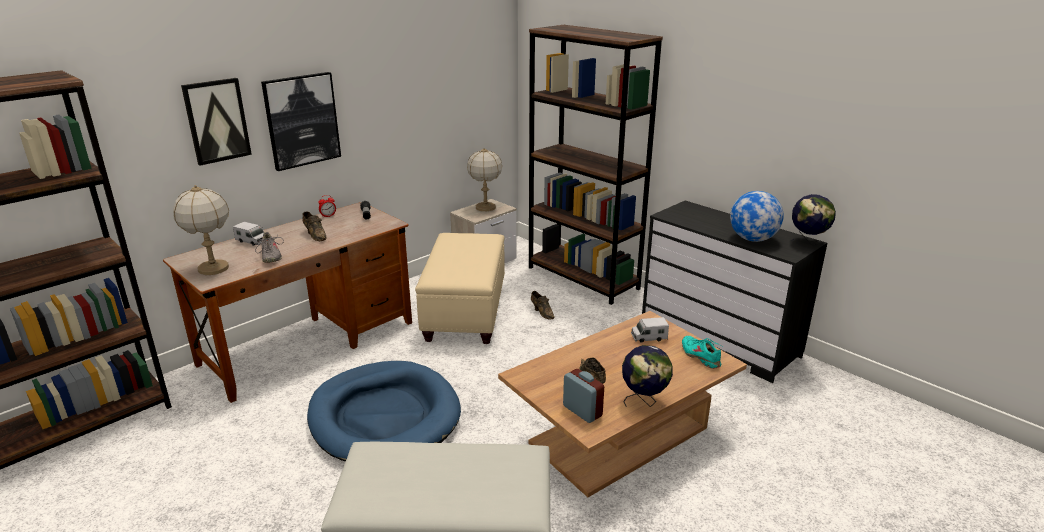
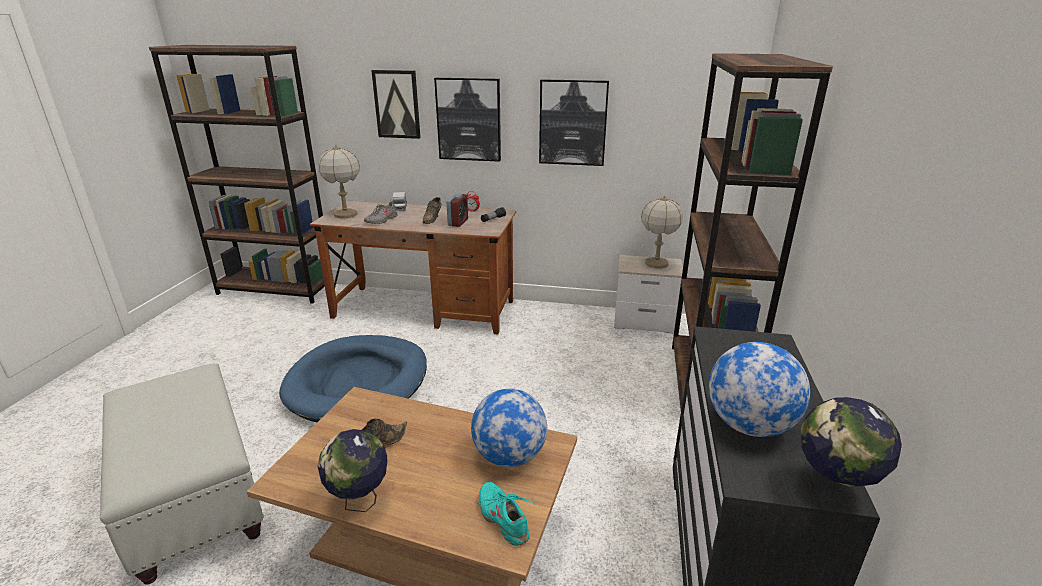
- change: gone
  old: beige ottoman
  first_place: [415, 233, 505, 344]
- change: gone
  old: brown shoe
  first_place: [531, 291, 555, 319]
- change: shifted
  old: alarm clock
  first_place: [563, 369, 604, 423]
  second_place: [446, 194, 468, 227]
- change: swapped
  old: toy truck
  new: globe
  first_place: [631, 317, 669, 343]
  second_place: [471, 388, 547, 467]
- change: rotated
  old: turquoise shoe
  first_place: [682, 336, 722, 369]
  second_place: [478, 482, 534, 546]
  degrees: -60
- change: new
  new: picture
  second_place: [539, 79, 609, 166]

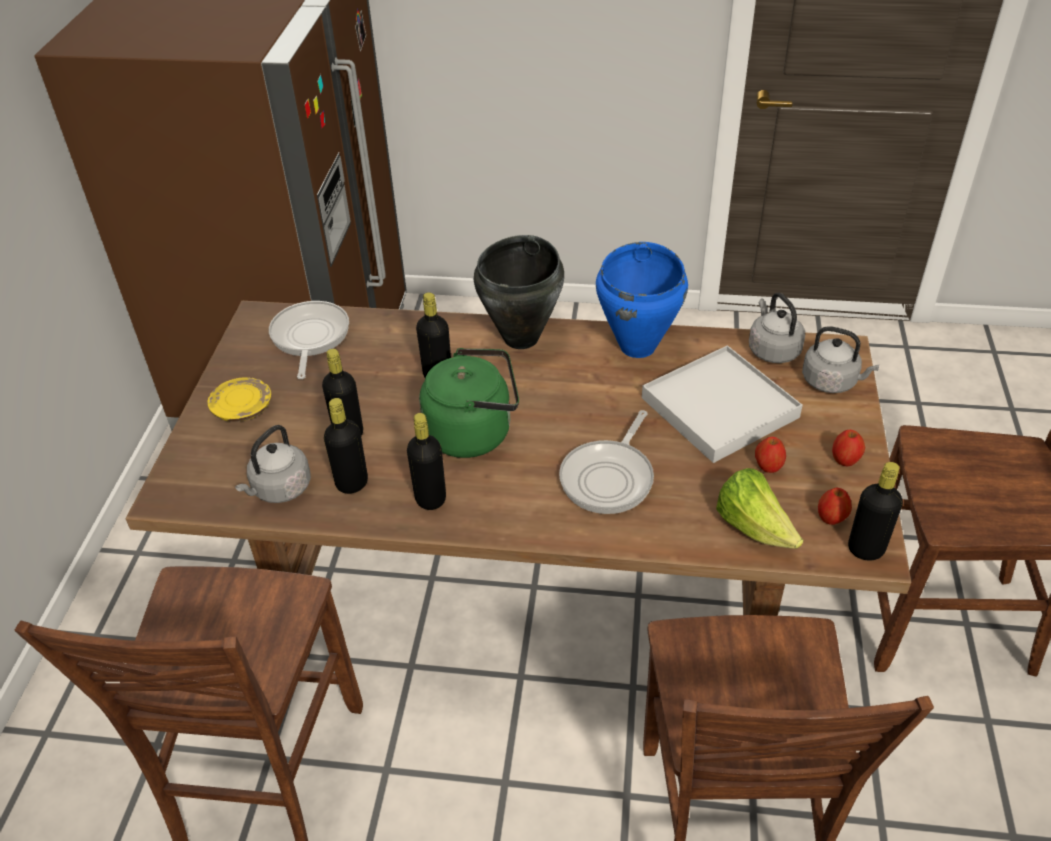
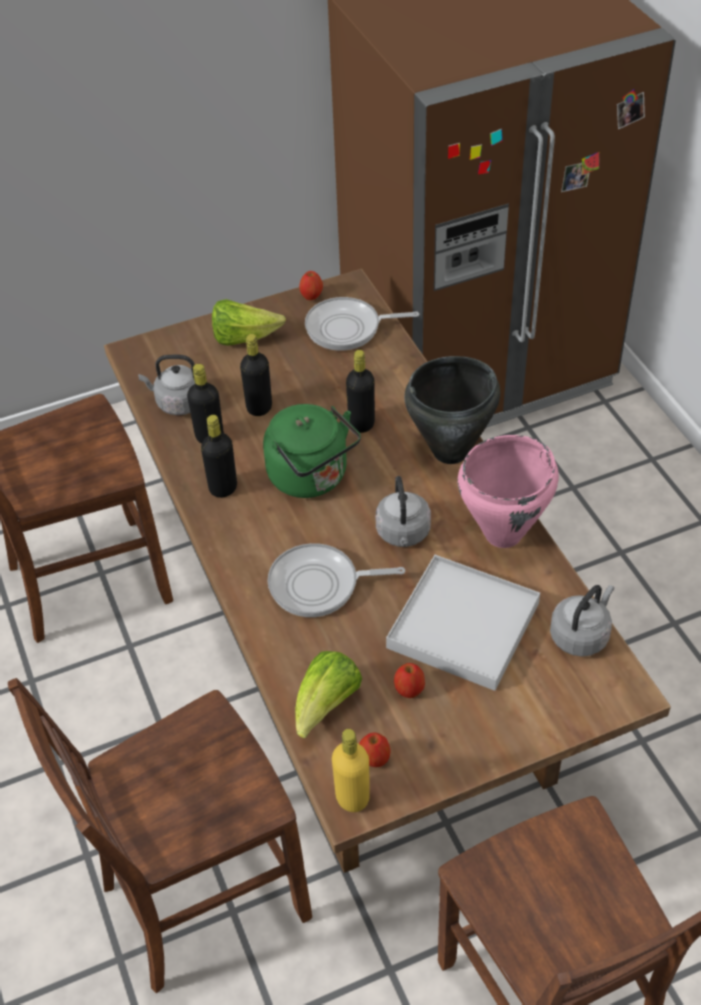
- change: swapped
  old: yellow plate
  new: lettuce
  first_place: [207, 377, 271, 422]
  second_place: [212, 299, 286, 346]
- change: rotated
  old: frying pan
  first_place: [269, 301, 349, 379]
  second_place: [305, 297, 419, 351]
  degrees: -150
- change: repainted
  old: blue cooking pot
  new: pink cooking pot
  first_place: [596, 242, 688, 358]
  second_place: [458, 435, 559, 548]
- change: shifted
  old: grey kettle
  first_place: [802, 326, 879, 393]
  second_place: [376, 476, 431, 547]
- change: shifted
  old: apple
  first_place: [832, 430, 865, 466]
  second_place: [299, 271, 323, 300]
- change: repainted
  old: black bottle
  new: yellow bottle
  first_place: [848, 462, 903, 561]
  second_place: [332, 729, 370, 812]

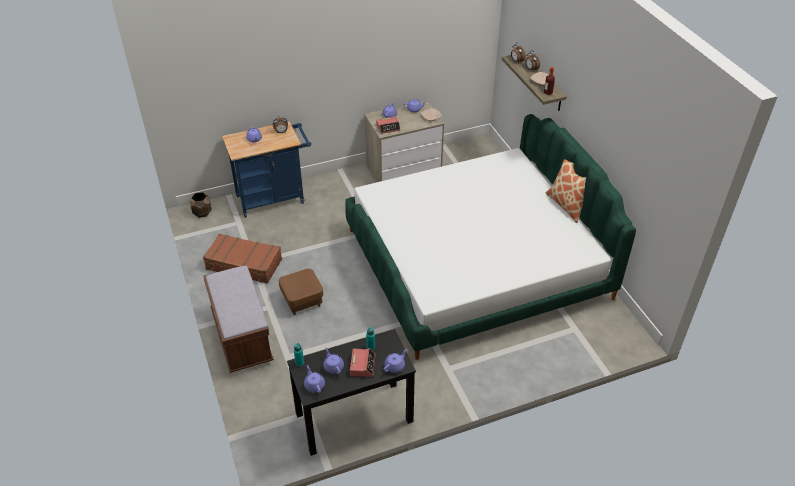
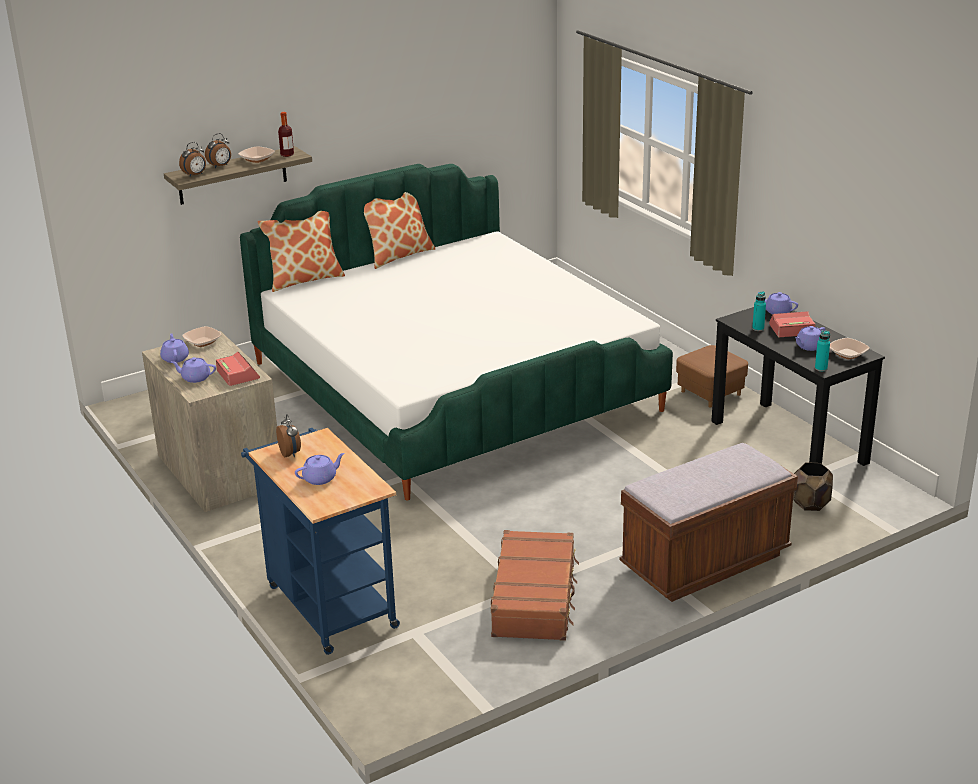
- change: shifted
  old: brown planter
  first_place: [190, 192, 212, 218]
  second_place: [793, 462, 833, 511]
- change: shifted
  old: brown ottoman
  first_place: [279, 269, 323, 315]
  second_place: [676, 345, 748, 407]
- change: swapped
  old: purple teapot
  new: bowl
  first_place: [304, 365, 325, 393]
  second_place: [830, 338, 870, 359]
- change: new
  new: pillow
  second_place: [258, 211, 345, 292]

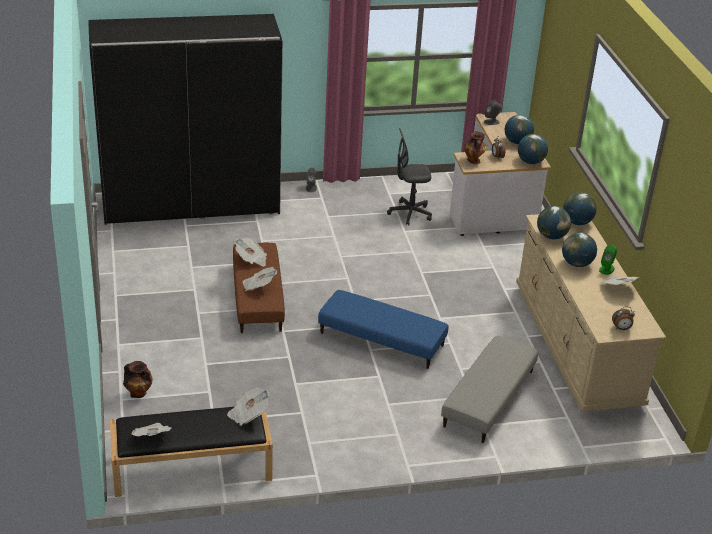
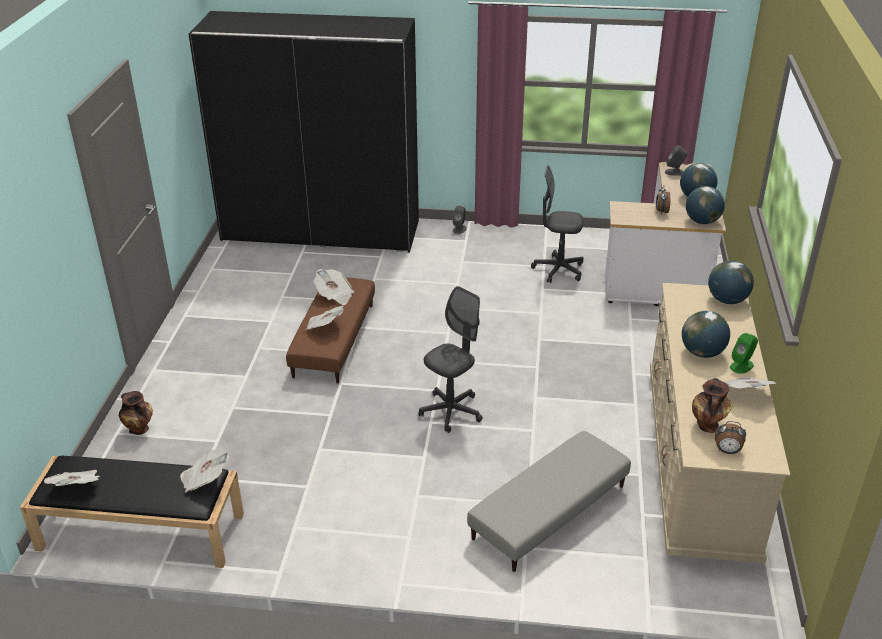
- change: swapped
  old: blue ottoman
  new: grey office chair
  first_place: [318, 290, 449, 369]
  second_place: [419, 286, 483, 433]
- change: shifted
  old: vase
  first_place: [464, 131, 487, 164]
  second_place: [692, 378, 732, 433]
- change: gone
  old: globe
  first_place: [537, 206, 571, 239]

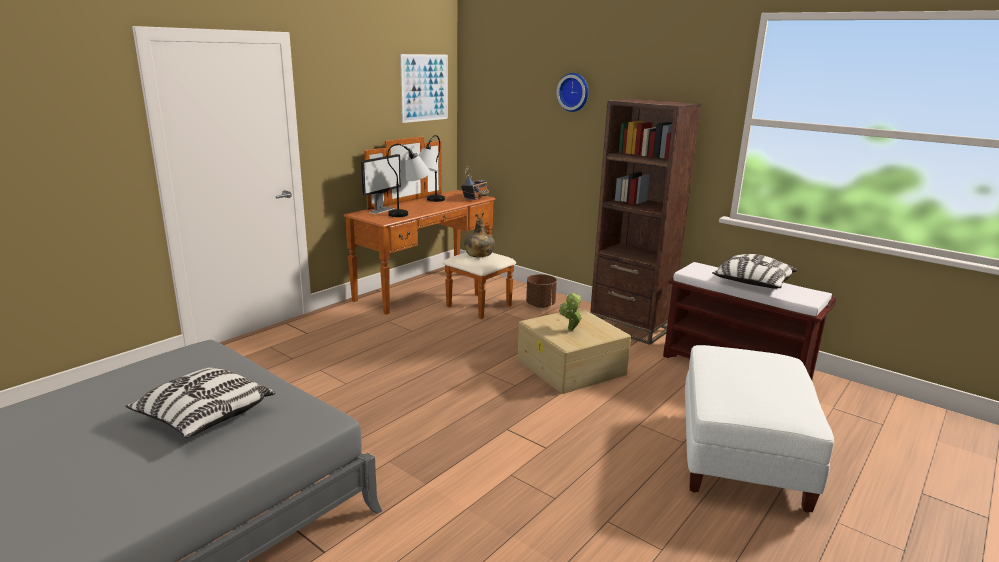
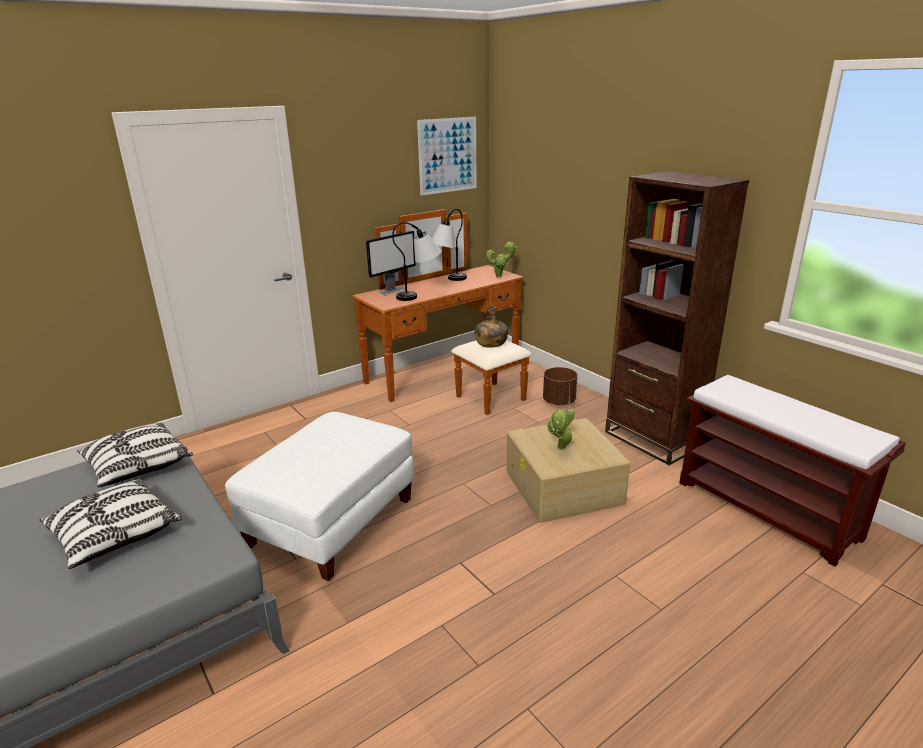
- change: swapped
  old: radio
  new: potted plant
  first_place: [461, 166, 489, 200]
  second_place: [486, 241, 517, 278]
- change: gone
  old: wall clock
  first_place: [557, 73, 589, 112]
- change: shifted
  old: white ottoman
  first_place: [685, 345, 834, 513]
  second_place: [225, 412, 414, 581]
- change: shifted
  old: pillow
  first_place: [712, 254, 797, 289]
  second_place: [77, 423, 193, 487]

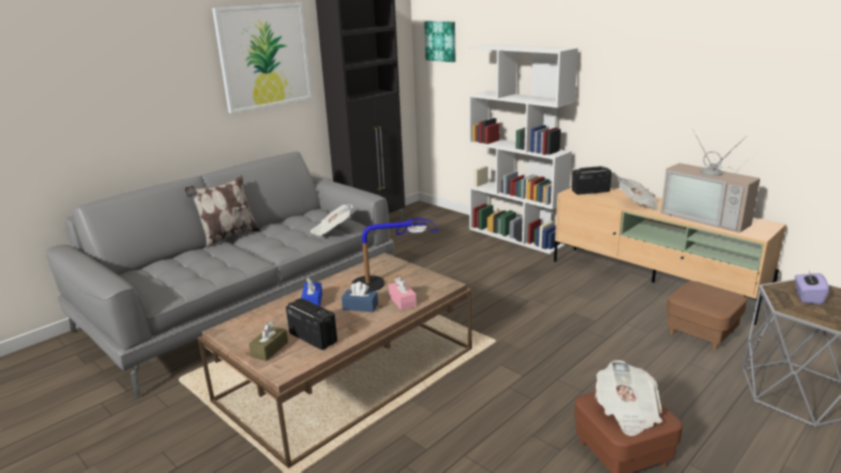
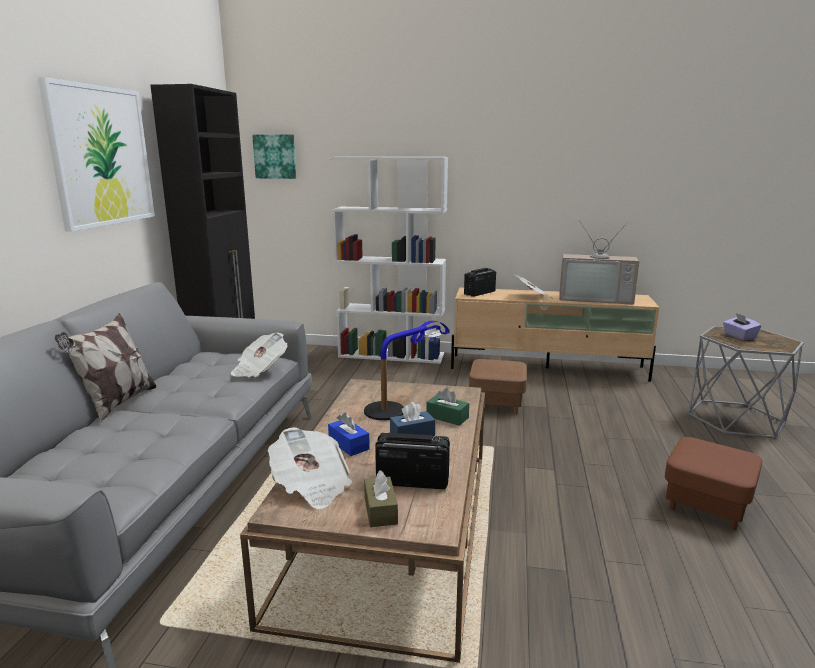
- change: repainted
  old: pink tissue box
  new: green tissue box
  first_place: [389, 277, 417, 310]
  second_place: [426, 388, 469, 426]
- change: shifted
  old: newspaper
  first_place: [595, 360, 662, 436]
  second_place: [268, 427, 352, 509]
- change: shifted
  old: brown ottoman
  first_place: [666, 281, 747, 350]
  second_place: [469, 359, 527, 414]

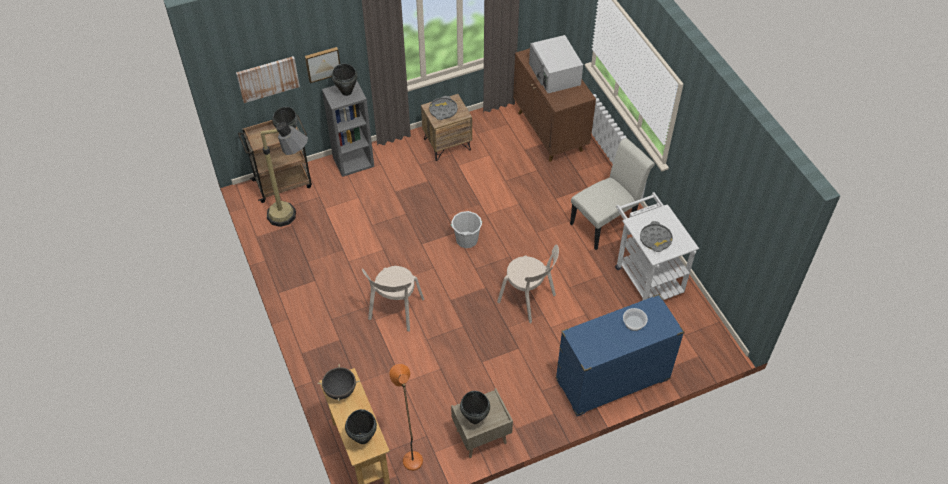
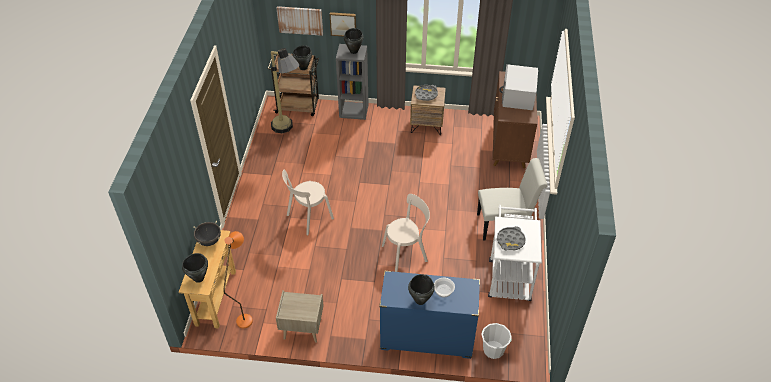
- change: shifted
  old: white bucket
  first_place: [451, 211, 482, 248]
  second_place: [481, 323, 512, 359]
- change: shifted
  old: black cooking pot
  first_place: [460, 391, 490, 424]
  second_place: [408, 274, 435, 305]
- change: rotated
  old: beige chair
  first_place: [497, 244, 559, 323]
  second_place: [382, 194, 430, 272]
  degrees: -90

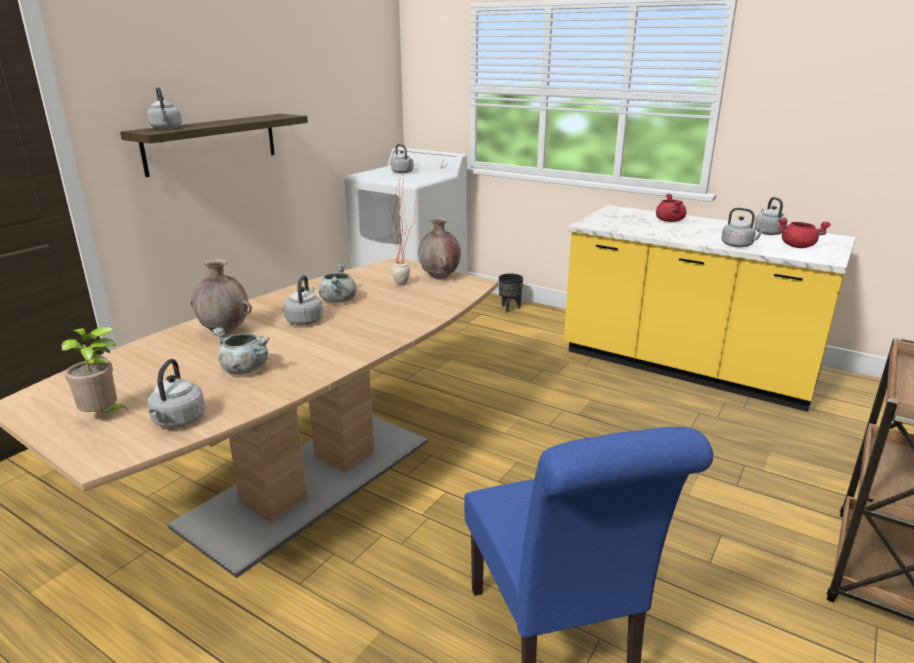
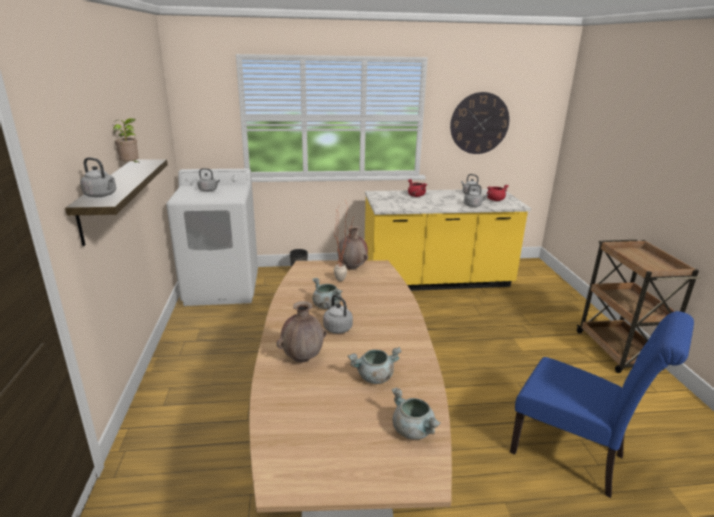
- change: shifted
  old: potted plant
  first_place: [61, 327, 130, 412]
  second_place: [113, 118, 141, 164]
- change: swapped
  old: grey kettle
  new: grey cooking pot
  first_place: [148, 359, 205, 428]
  second_place: [392, 388, 441, 440]
- change: new
  new: wall clock
  second_place: [450, 92, 509, 154]

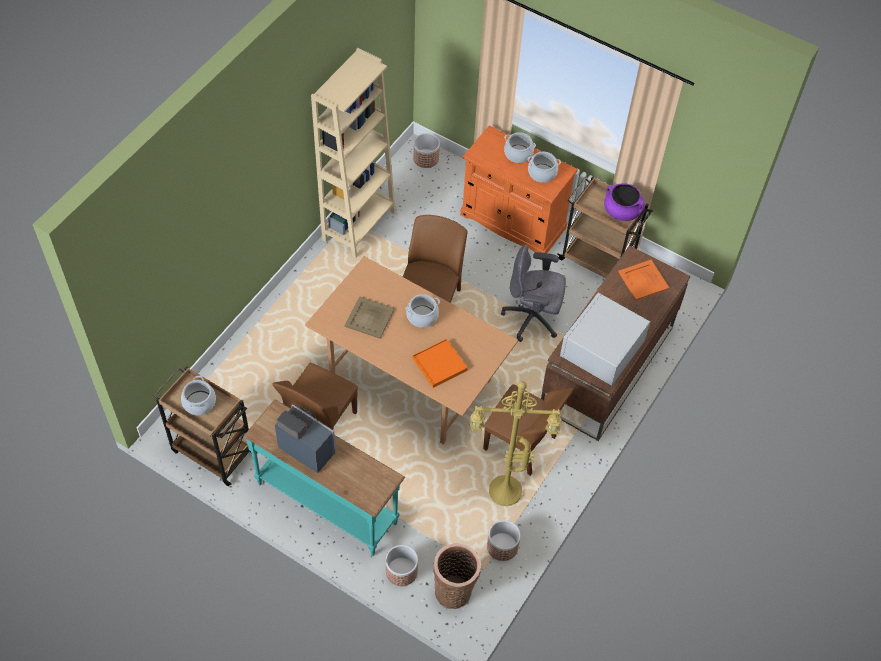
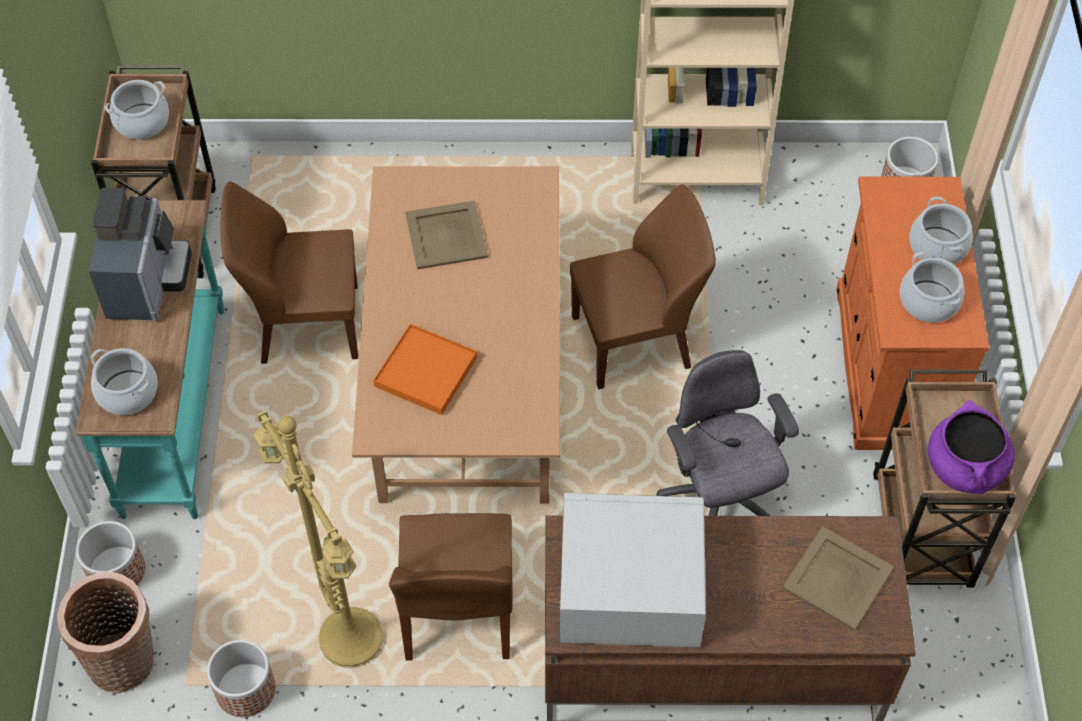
- change: shifted
  old: cooking pot
  first_place: [405, 294, 440, 328]
  second_place: [90, 348, 158, 415]
- change: repainted
  old: orange tray
  new: beige tray
  first_place: [618, 260, 669, 300]
  second_place: [782, 526, 894, 631]

